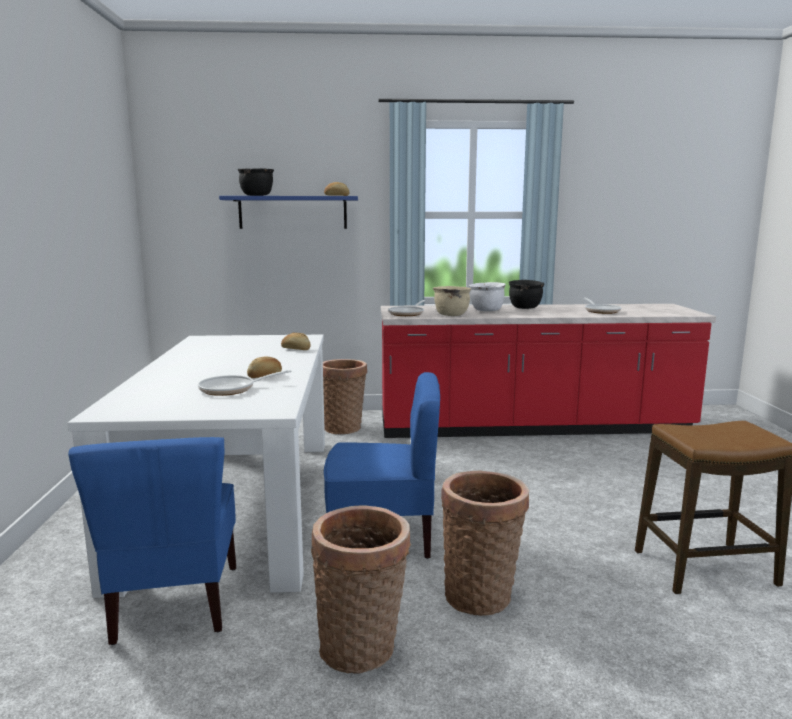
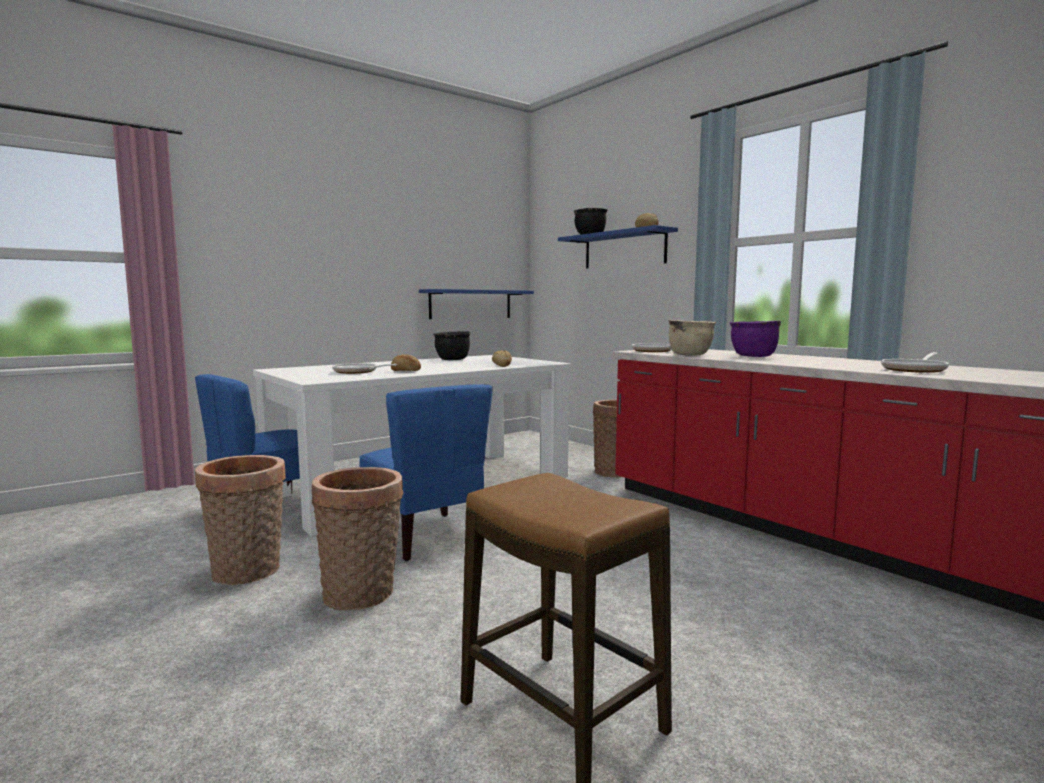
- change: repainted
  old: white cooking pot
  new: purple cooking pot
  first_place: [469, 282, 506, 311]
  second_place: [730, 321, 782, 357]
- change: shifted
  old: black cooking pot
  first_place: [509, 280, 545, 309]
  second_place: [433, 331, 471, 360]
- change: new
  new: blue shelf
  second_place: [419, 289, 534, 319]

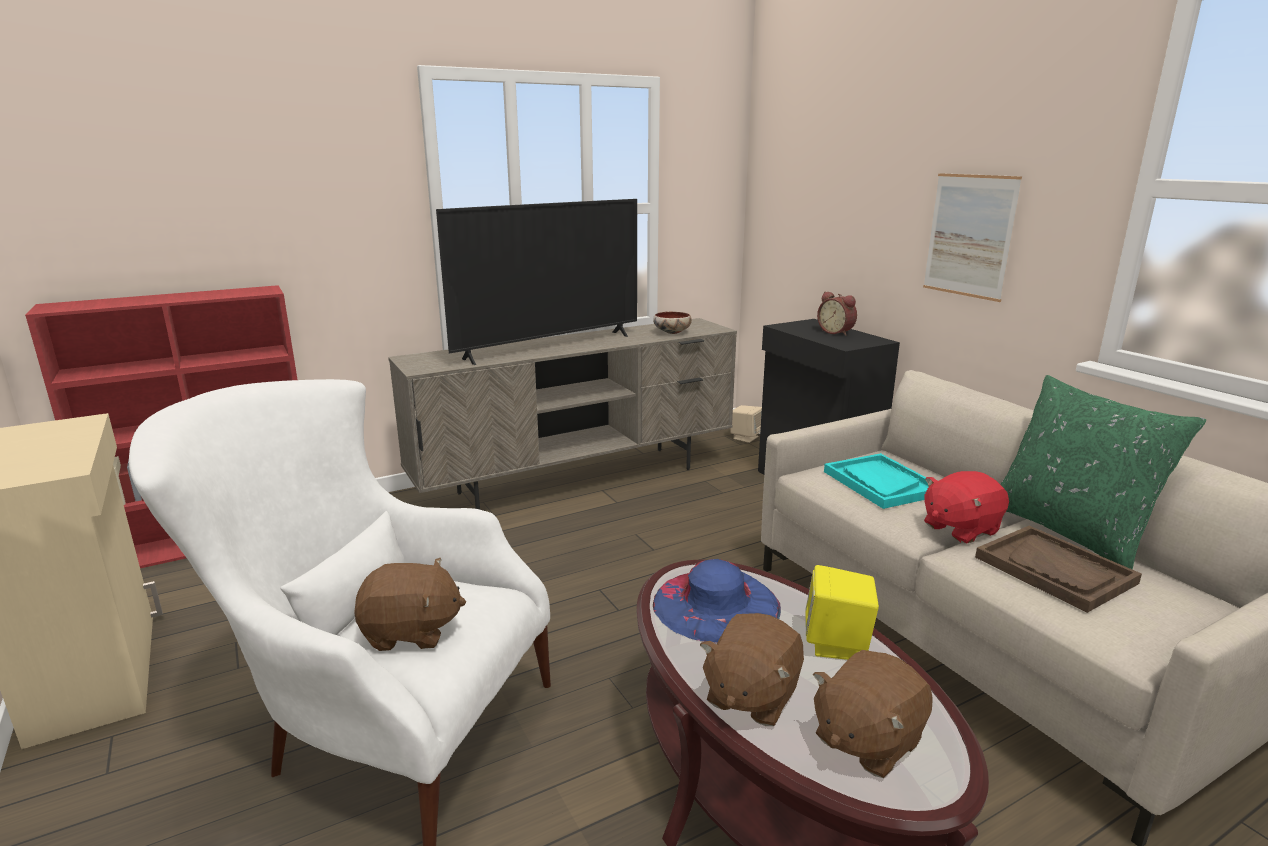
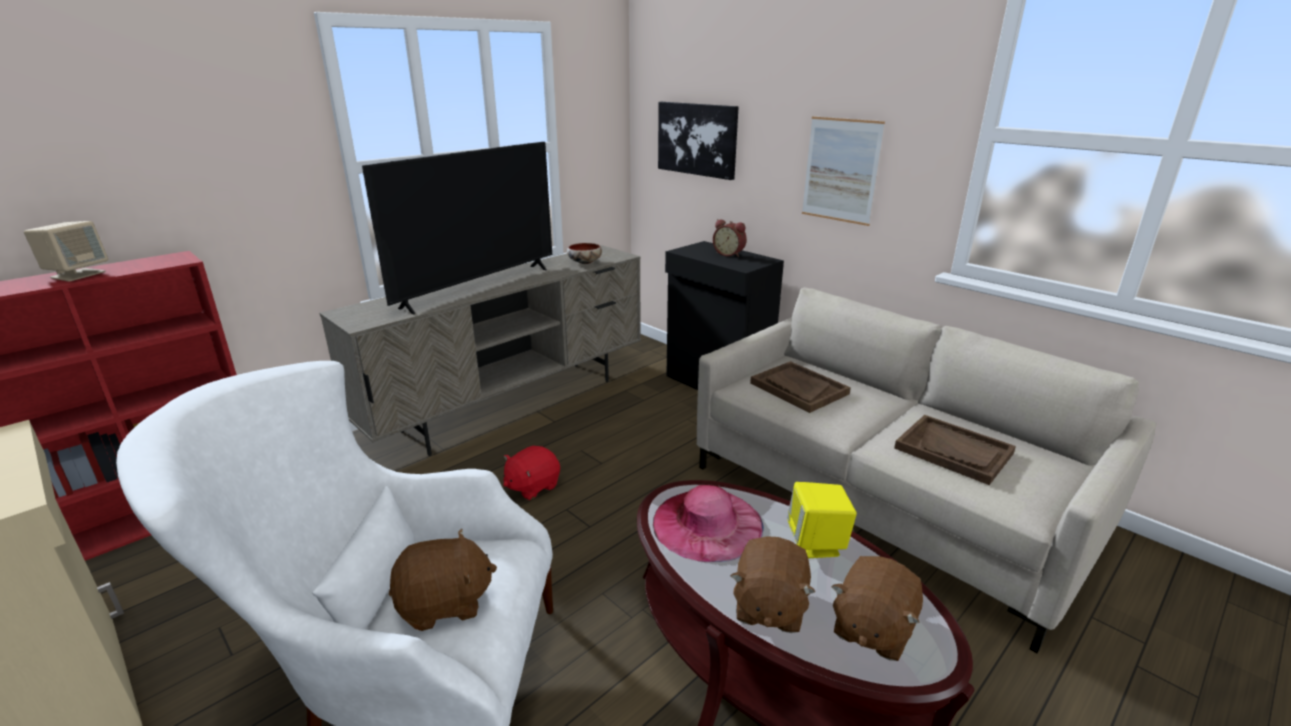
- change: repainted
  old: blue hat
  new: pink hat
  first_place: [653, 559, 781, 644]
  second_place: [653, 485, 764, 562]
- change: shifted
  old: beige speaker
  first_place: [730, 405, 762, 443]
  second_place: [24, 221, 108, 282]
- change: repainted
  old: turquoise tray
  new: brown tray
  first_place: [824, 453, 929, 509]
  second_place: [750, 361, 851, 413]
- change: shifted
  old: red plush toy
  first_place: [924, 471, 1009, 544]
  second_place: [503, 446, 560, 500]
- change: gone
  old: green pillow
  first_place: [1000, 375, 1206, 570]
- change: new
  new: picture
  second_place: [658, 102, 739, 180]

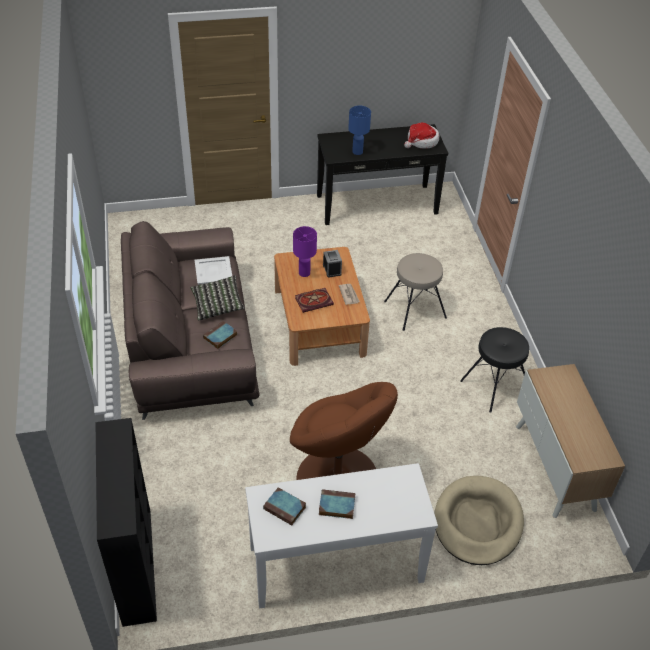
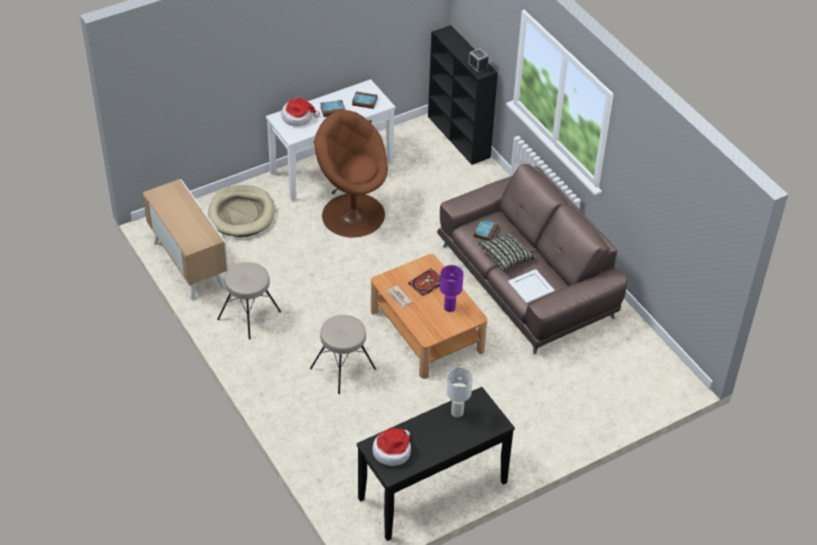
- change: shifted
  old: alarm clock
  first_place: [323, 250, 342, 278]
  second_place: [468, 48, 489, 74]
- change: repainted
  old: blue table lamp
  new: white table lamp
  first_place: [348, 106, 371, 155]
  second_place: [446, 368, 473, 418]
- change: repainted
  old: black stool
  new: beige stool
  first_place: [460, 327, 529, 413]
  second_place: [217, 262, 281, 340]
- change: new
  new: hat
  second_place: [282, 98, 320, 127]

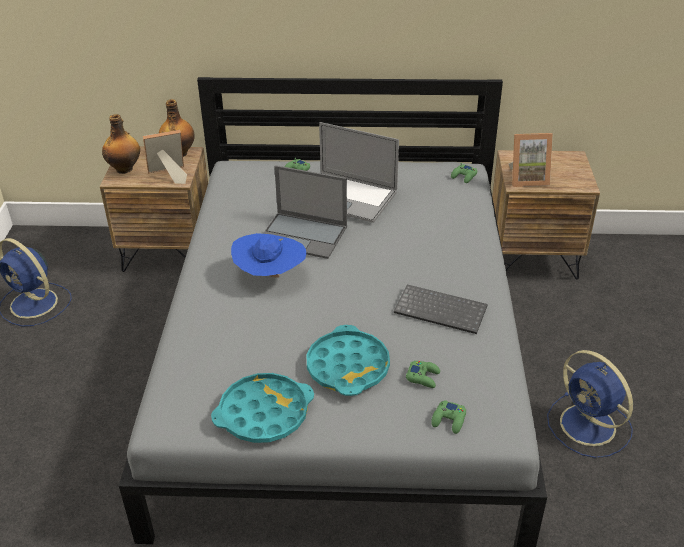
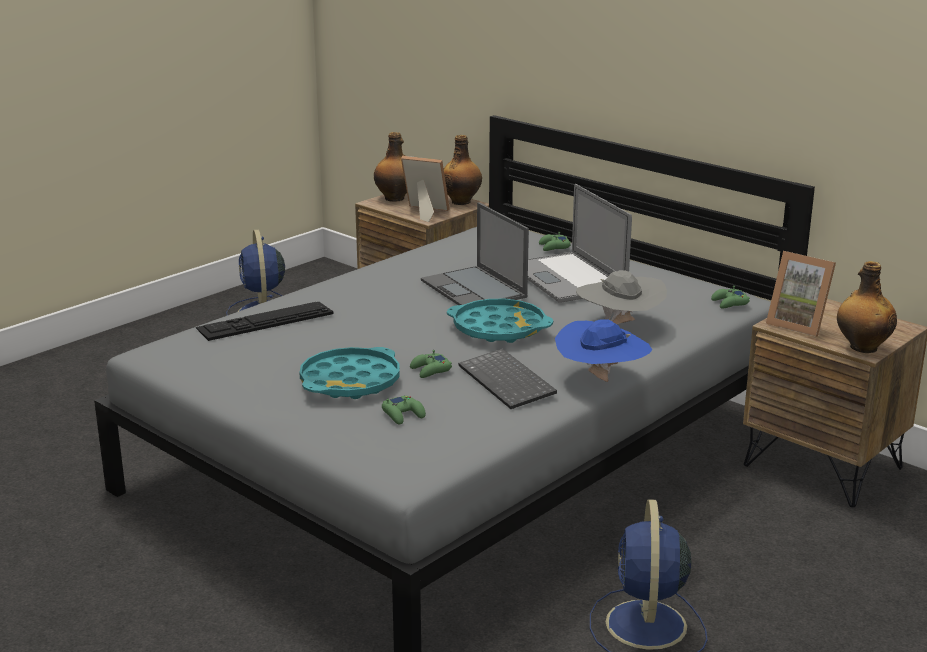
- change: shifted
  old: turquoise tray
  first_place: [211, 373, 314, 443]
  second_place: [447, 299, 553, 343]
- change: shifted
  old: blue hat
  first_place: [231, 233, 306, 278]
  second_place: [555, 319, 652, 382]
- change: shifted
  old: green game controller
  first_place: [431, 400, 466, 434]
  second_place: [410, 350, 452, 378]
- change: new
  new: keyboard
  second_place: [196, 302, 334, 341]
- change: new
  new: grey hat
  second_place: [576, 270, 667, 324]
- change: new
  new: bottle
  second_place: [837, 261, 897, 353]

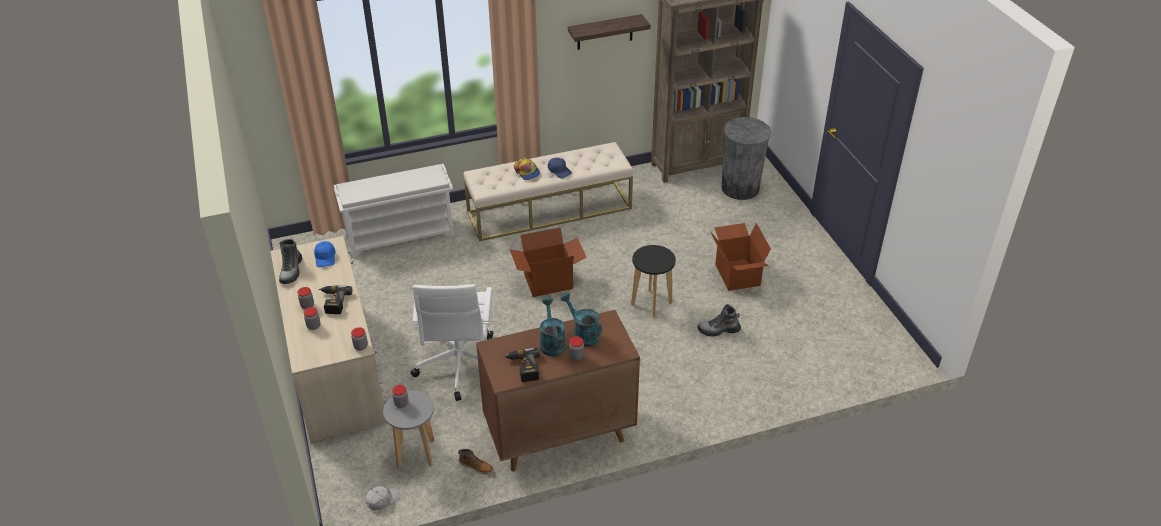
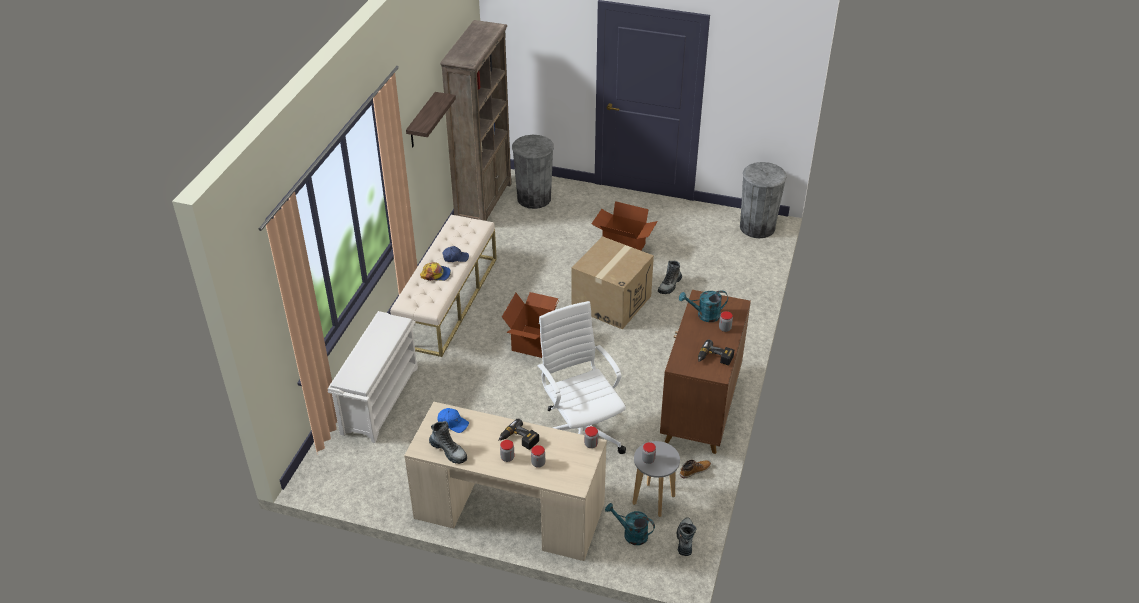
- change: swapped
  old: white cap
  new: boot
  first_place: [365, 486, 400, 510]
  second_place: [676, 517, 697, 556]
- change: rotated
  old: white office chair
  first_place: [410, 284, 494, 401]
  second_place: [538, 301, 626, 454]
  degrees: -150
- change: shifted
  old: turquoise watering can
  first_place: [540, 298, 566, 356]
  second_place: [605, 503, 655, 545]
- change: swapped
  old: black stool
  new: cardboard box
  first_place: [631, 245, 676, 318]
  second_place: [571, 236, 654, 329]
- change: new
  new: grey trash can
  second_place: [740, 162, 787, 238]

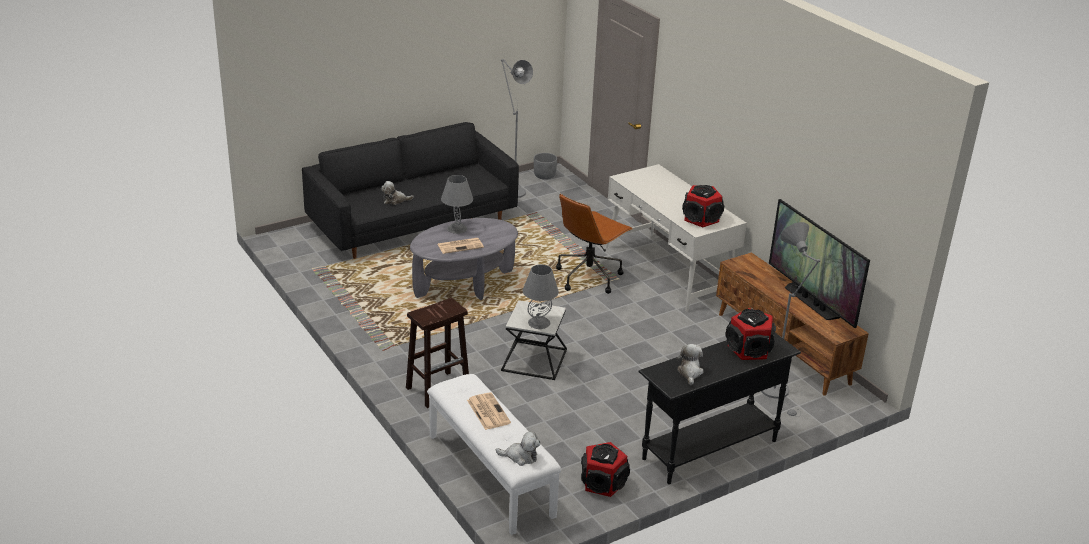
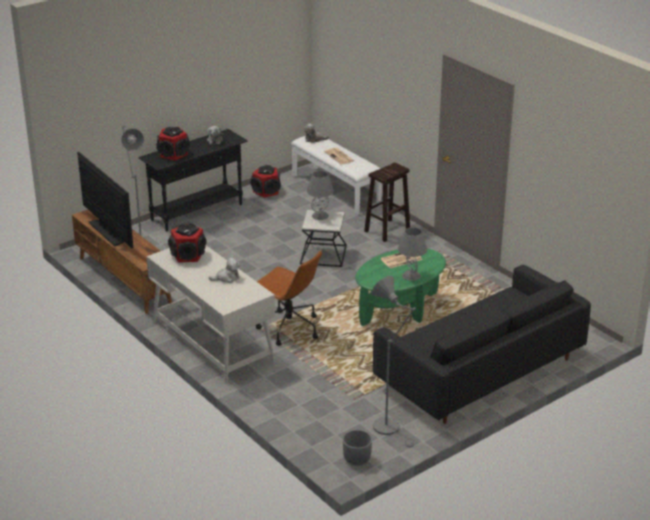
- change: shifted
  old: plush toy
  first_place: [381, 181, 414, 205]
  second_place: [209, 257, 240, 283]
- change: repainted
  old: grey coffee table
  new: green coffee table
  first_place: [410, 218, 518, 300]
  second_place: [355, 249, 446, 326]
- change: rotated
  old: brown office chair
  first_place: [556, 194, 633, 294]
  second_place: [256, 250, 322, 346]
  degrees: 90

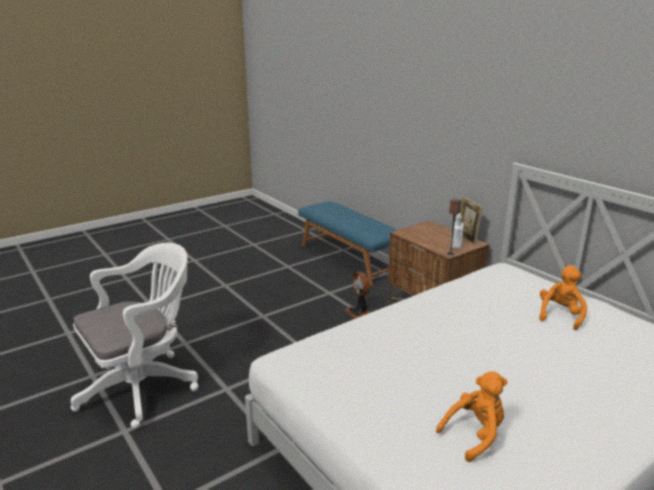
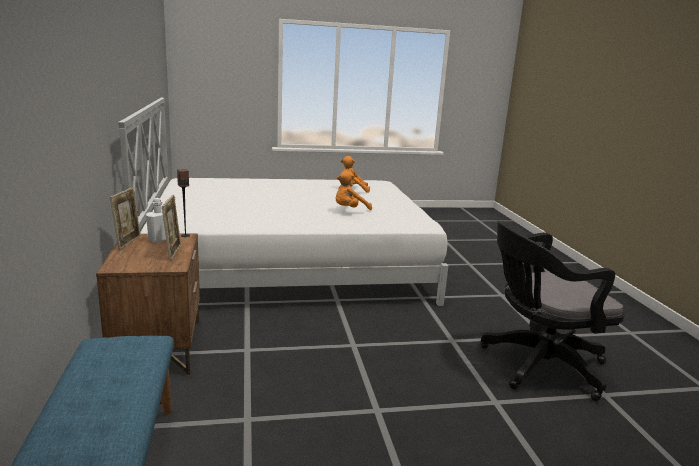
- change: repainted
  old: white office chair
  new: black office chair
  first_place: [71, 243, 198, 429]
  second_place: [480, 221, 624, 401]
- change: gone
  old: fan
  first_place: [345, 272, 370, 319]
- change: shifted
  old: orange plush toy
  first_place: [539, 265, 587, 330]
  second_place: [335, 171, 372, 210]
- change: new
  new: picture frame
  second_place: [162, 195, 181, 260]

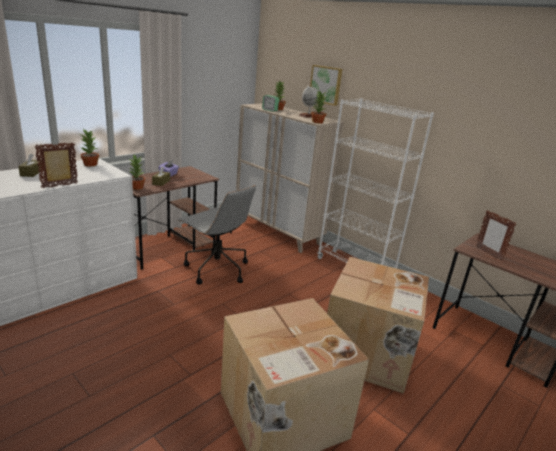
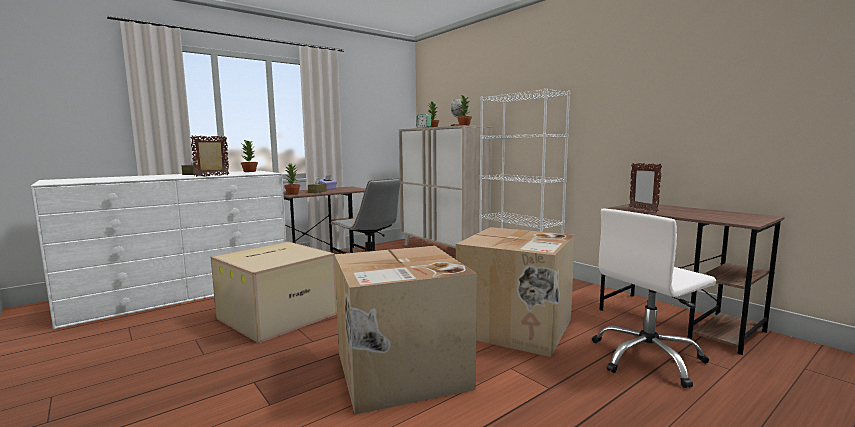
- change: gone
  old: picture
  first_place: [310, 65, 342, 106]
- change: new
  new: cardboard box
  second_place: [211, 242, 337, 344]
- change: new
  new: white office chair
  second_place: [592, 209, 716, 388]

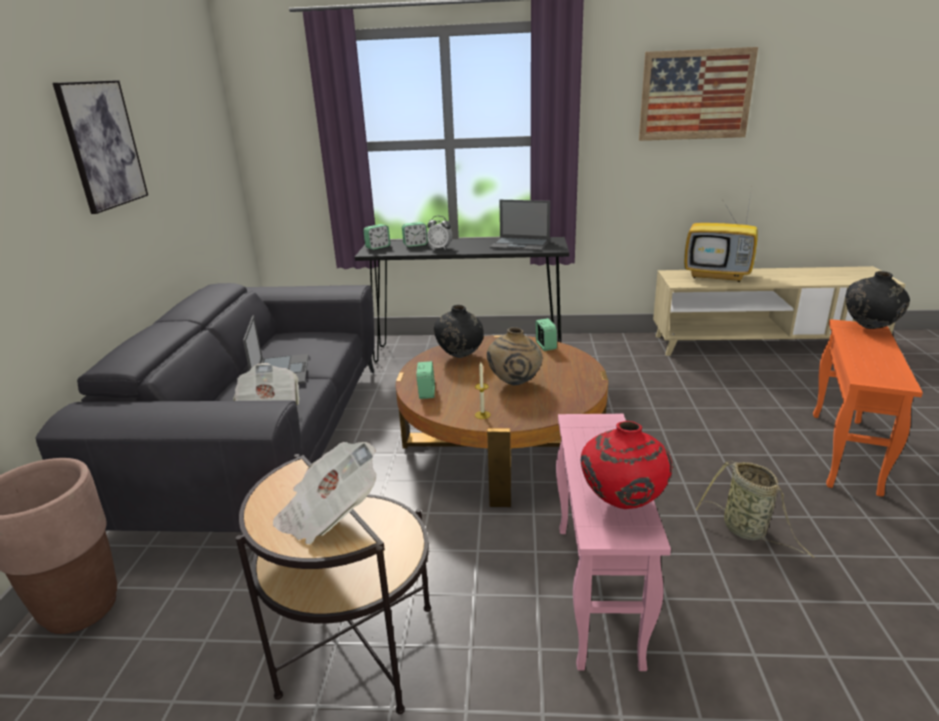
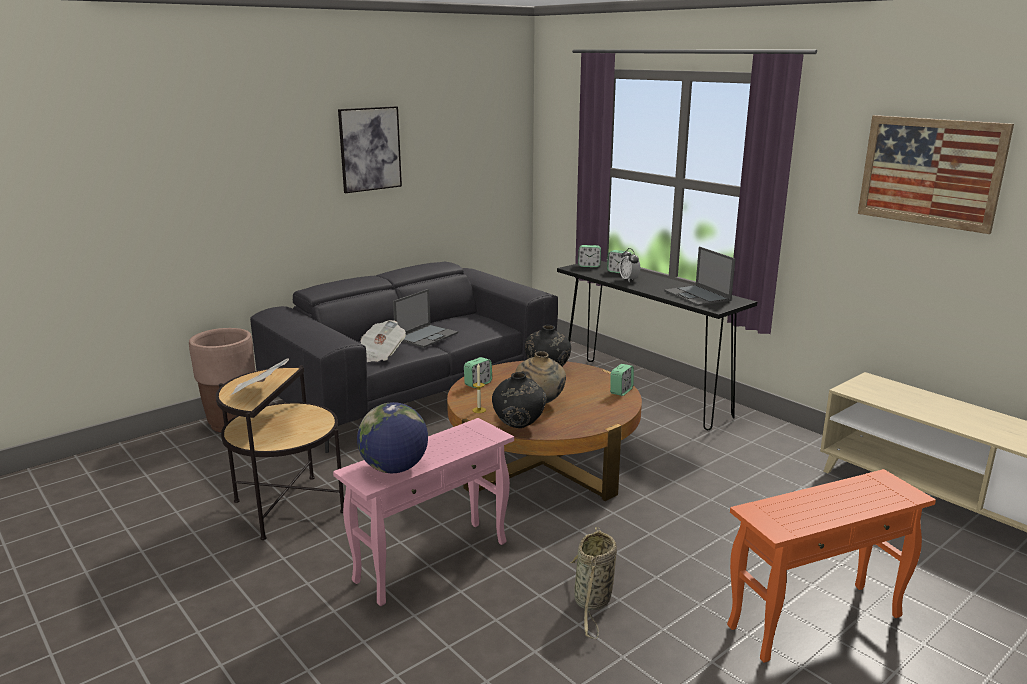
- change: swapped
  old: red vase
  new: globe
  first_place: [581, 421, 672, 509]
  second_place: [357, 402, 428, 473]
- change: gone
  old: television
  first_place: [684, 194, 758, 282]
- change: shifted
  old: black vase
  first_place: [846, 271, 910, 329]
  second_place: [492, 372, 547, 428]

